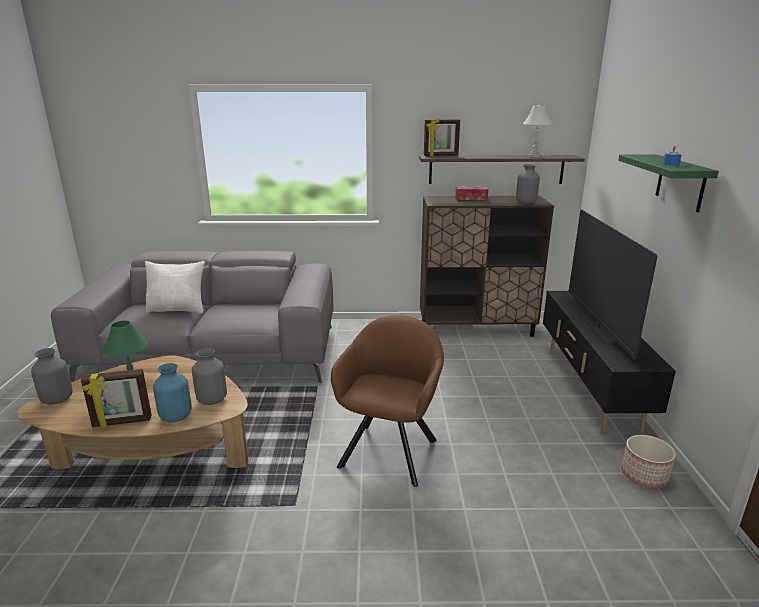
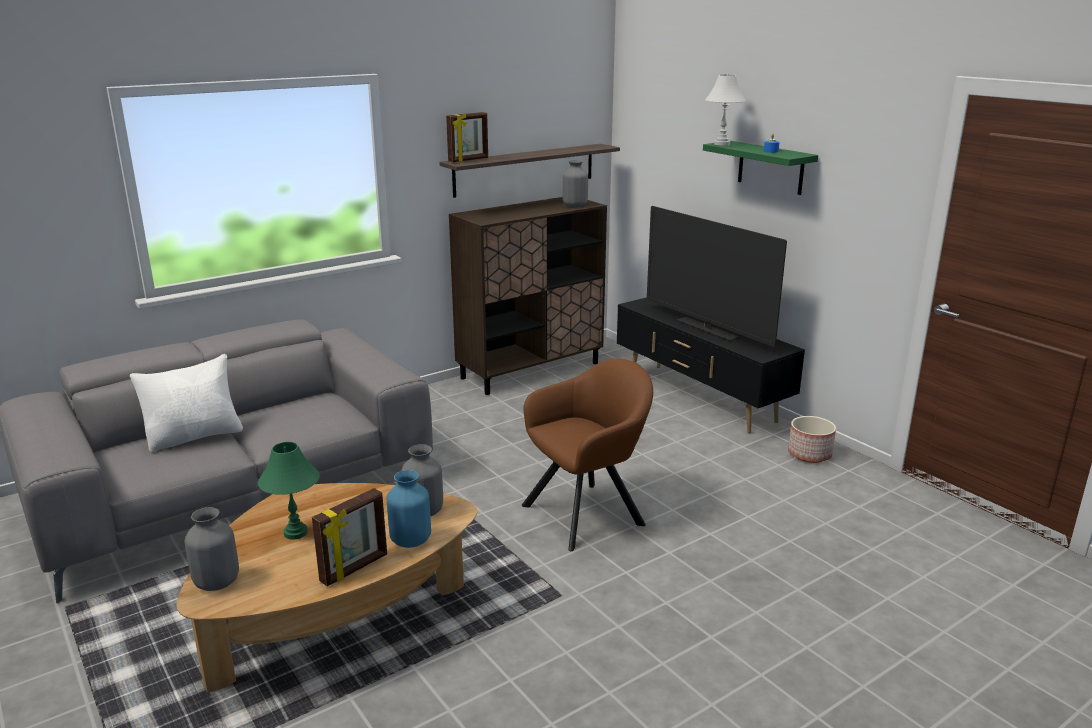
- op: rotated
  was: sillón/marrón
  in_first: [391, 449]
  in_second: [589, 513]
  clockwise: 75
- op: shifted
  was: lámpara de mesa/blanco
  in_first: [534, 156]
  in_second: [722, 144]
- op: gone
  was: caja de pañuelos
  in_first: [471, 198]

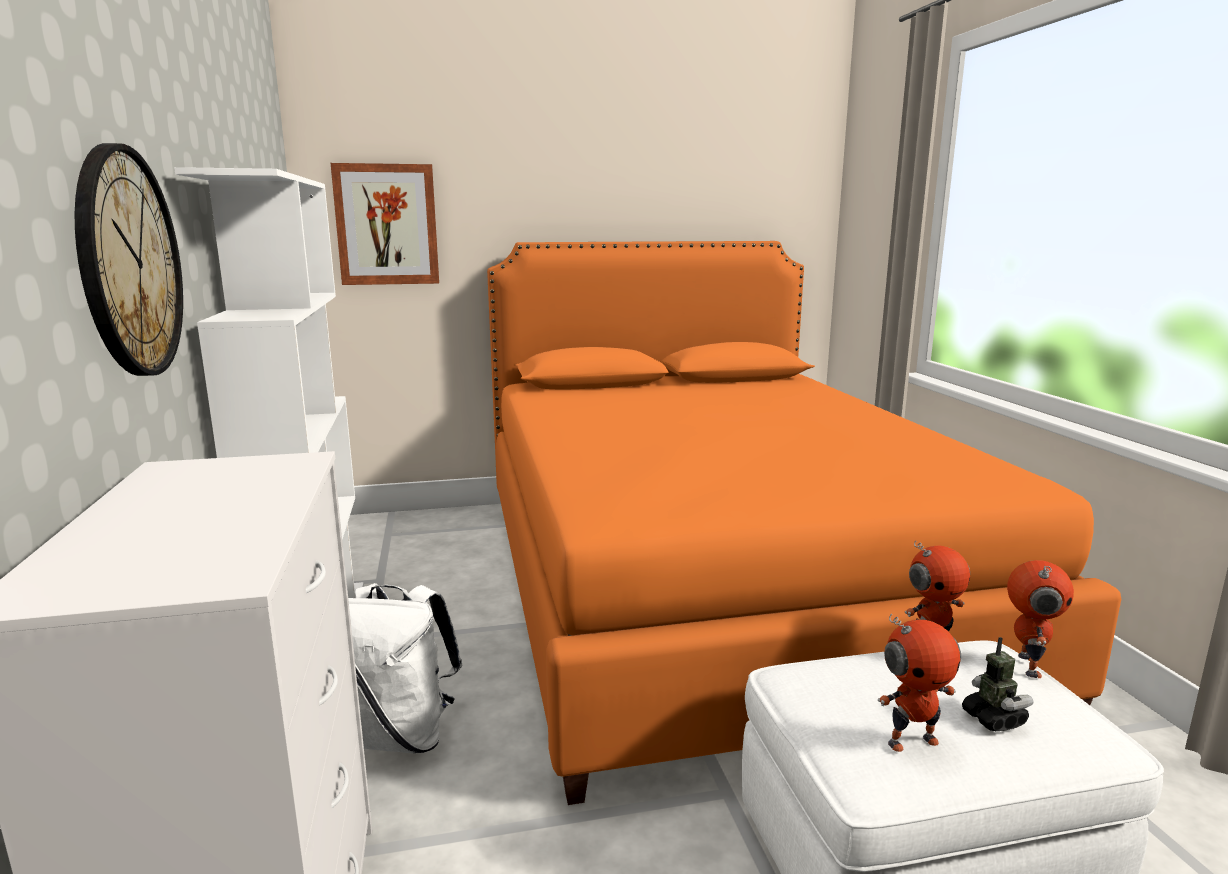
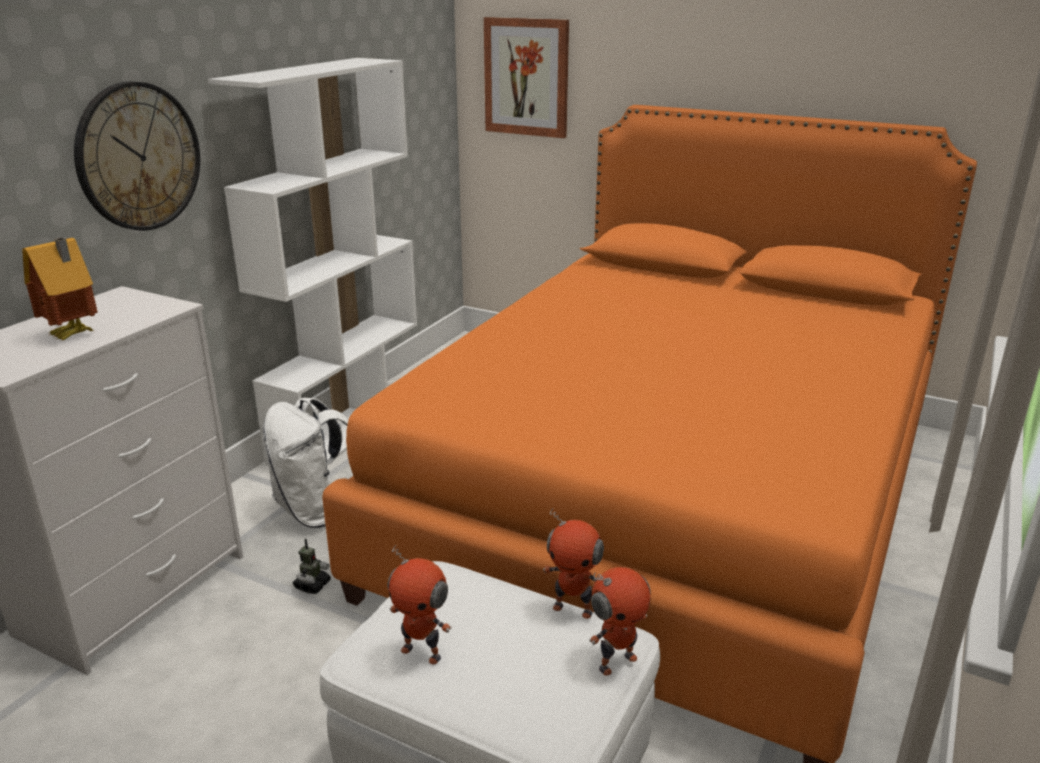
- op: new
  now: casita
  in_second: [73, 335]
- op: shifted
  was: robot de juguete
  in_first: [993, 719]
  in_second: [312, 585]

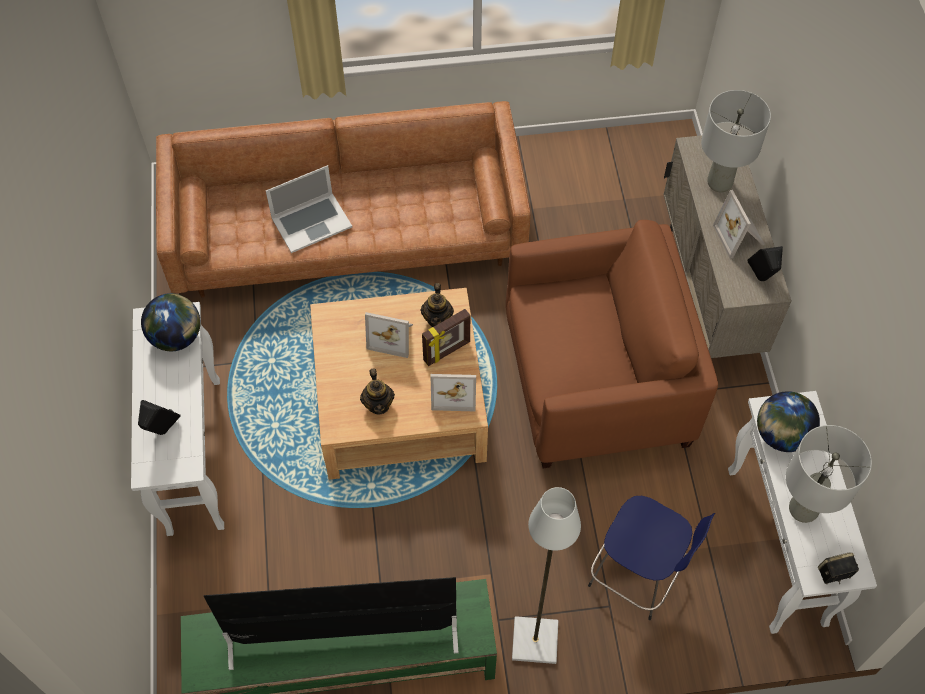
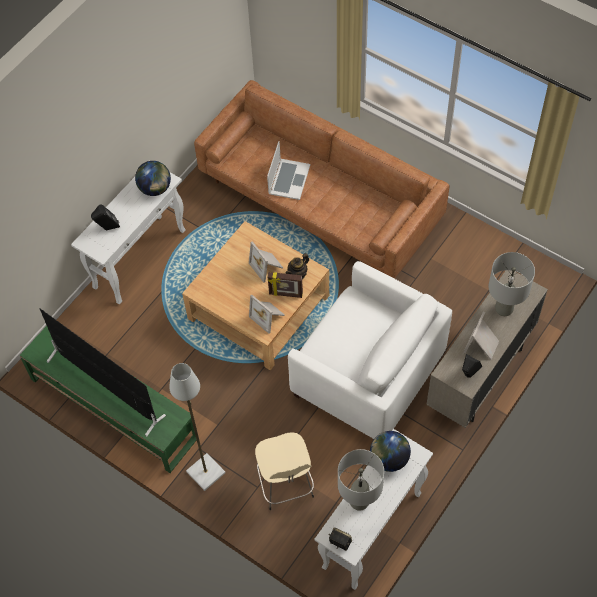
- op: repainted
  was: taburete/azul
  now: taburete/beis
  in_first: [637, 576]
  in_second: [285, 485]
- op: rotated
  was: portátil
  in_first: [311, 222]
  in_second: [289, 179]
  clockwise: -90
- op: repainted
  was: sillón/marrón
  now: sillón/blanco
  in_first: [596, 382]
  in_second: [367, 375]
- op: gone
  was: tetera
  in_first: [378, 404]

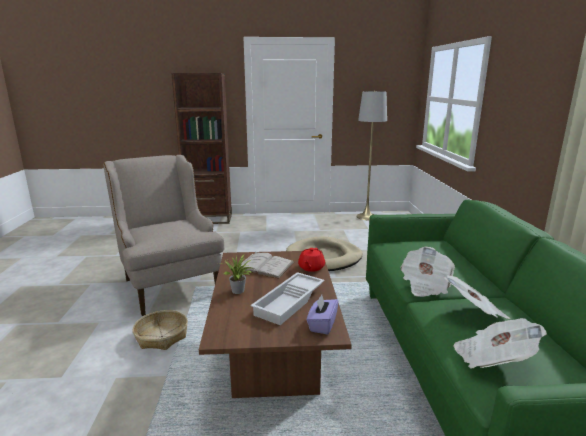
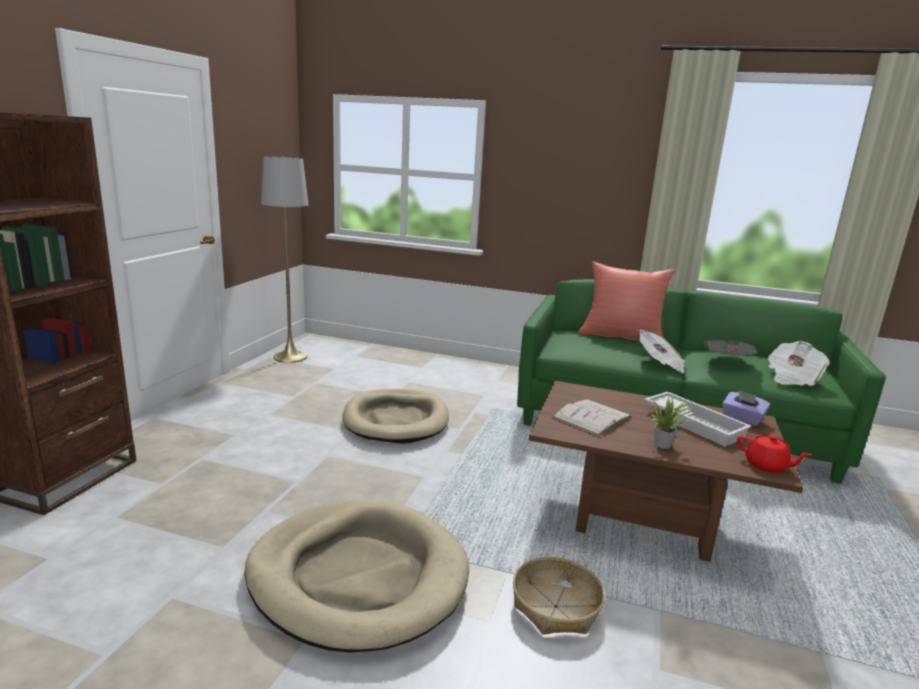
- op: swapped
  was: sillón/beis
  now: cama para perro/beis
  in_first: [169, 282]
  in_second: [358, 577]
- op: new
  now: cojín/rojo
  in_second: [621, 337]
- op: shifted
  was: tetera/rojo
  in_first: [311, 268]
  in_second: [767, 466]

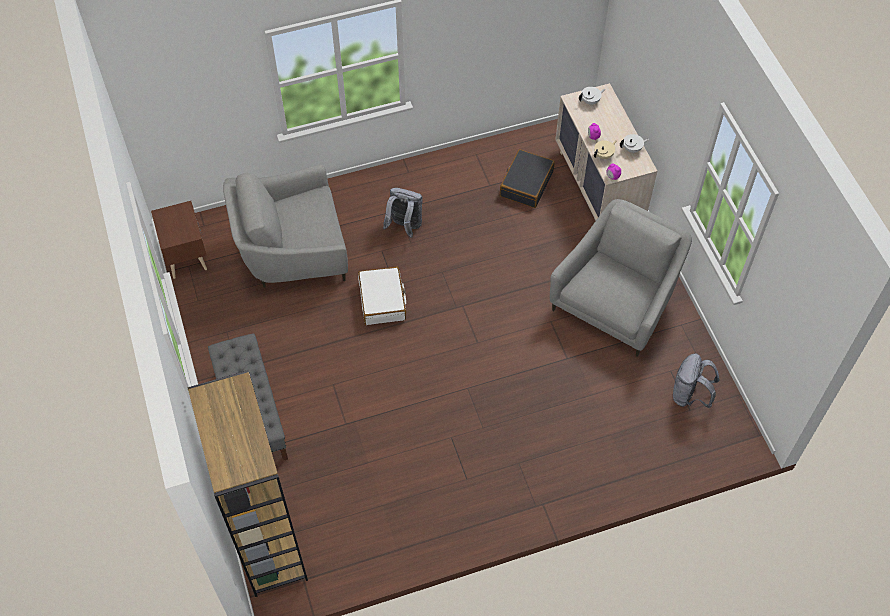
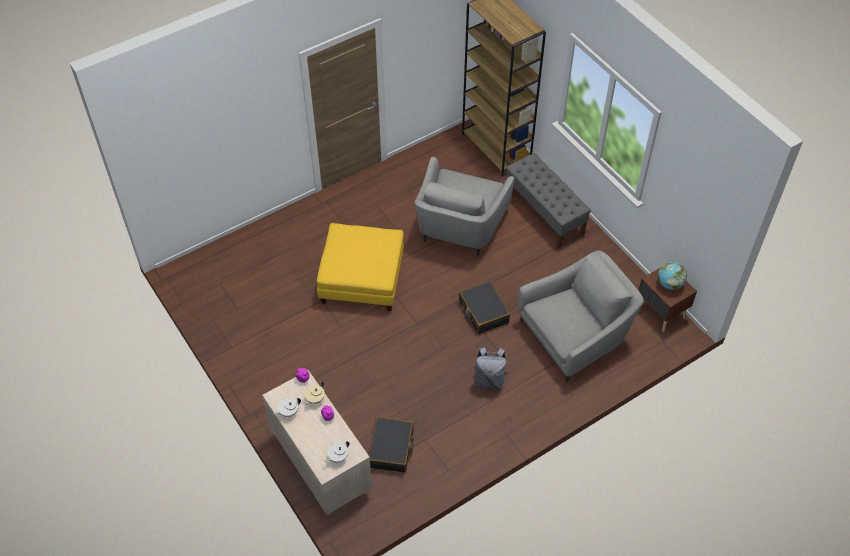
- op: new
  now: puf/amarillo
  in_second: [361, 279]
- op: shifted
  was: sillón/gris
  in_first: [616, 301]
  in_second: [459, 227]
- op: repainted
  was: maleta/blanco
  now: maleta/negro
  in_first: [382, 301]
  in_second: [483, 312]
- op: new
  now: globo terráqueo
  in_second: [669, 284]
- op: gone
  was: mochila/gris
  in_first: [689, 395]

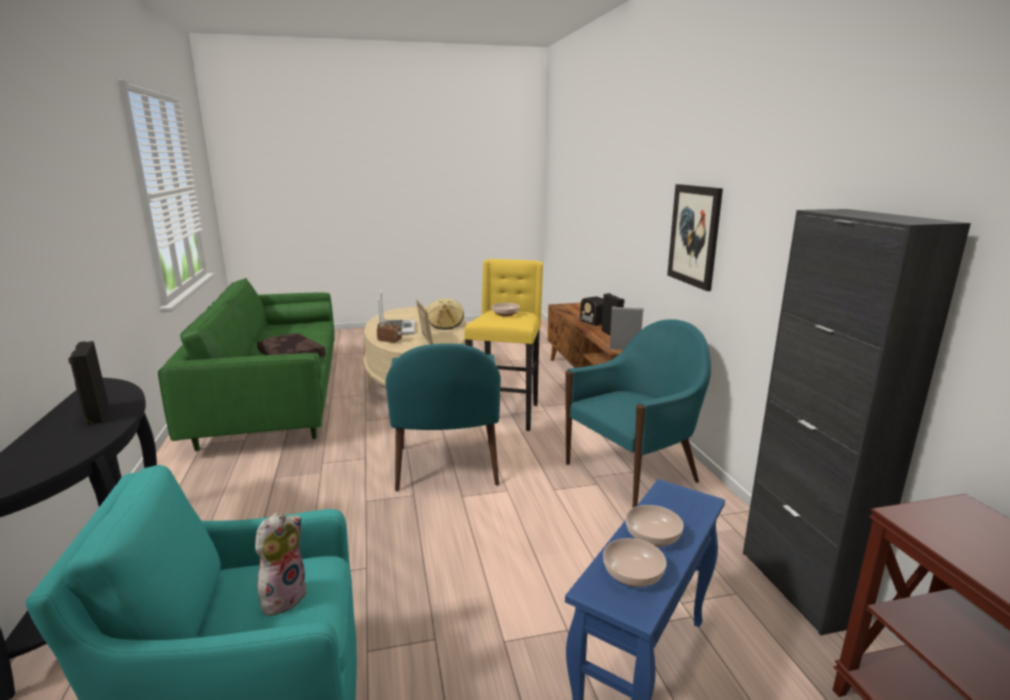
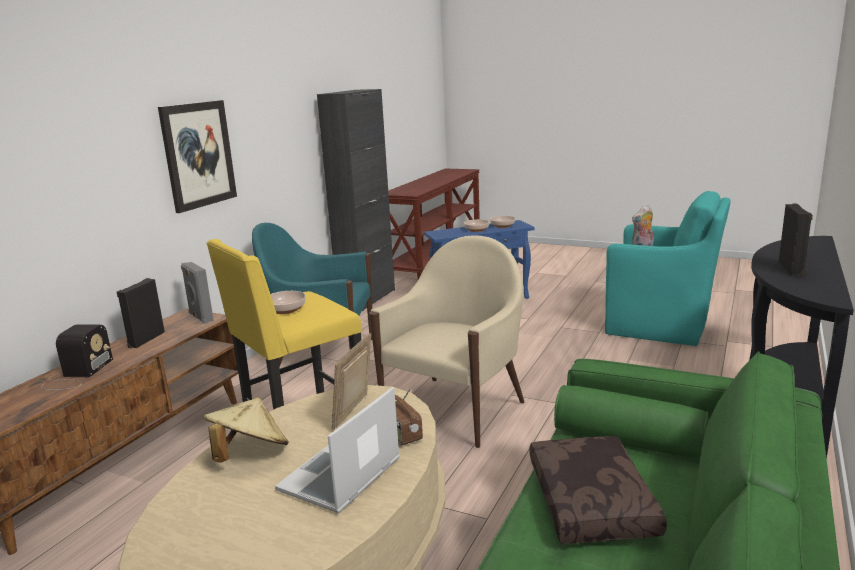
- op: repainted
  was: sillón/turquesa
  now: sillón/beis
  in_first: [446, 467]
  in_second: [456, 409]

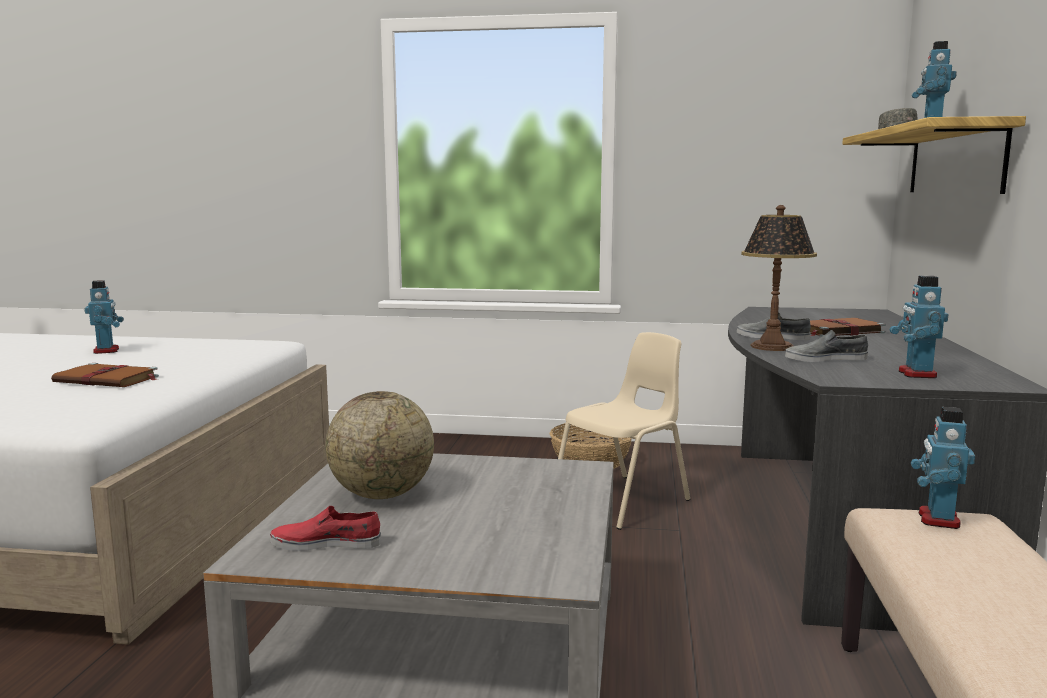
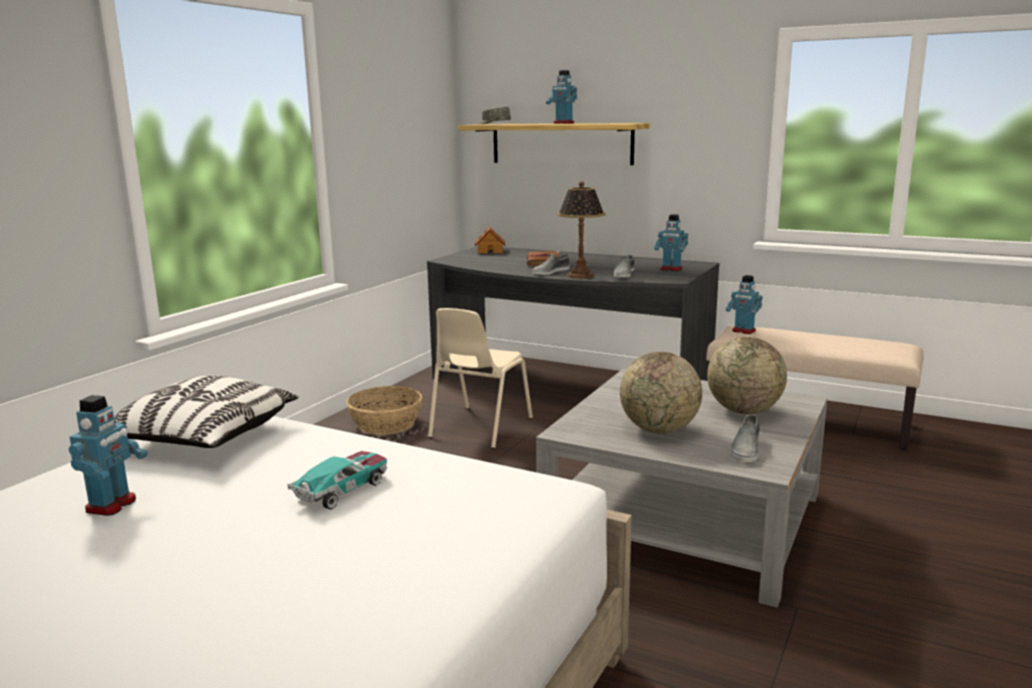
- op: rotated
  was: robot de juguete
  in_first: [107, 351]
  in_second: [112, 505]
  clockwise: 105
- op: new
  now: cojín
  in_second: [203, 438]
- op: swapped
  was: libro/marrón
  now: coche de juguete
  in_first: [108, 380]
  in_second: [342, 489]
- op: rotated
  was: silla/beis
  in_first: [623, 500]
  in_second: [479, 428]
  clockwise: -135
- op: new
  now: casita
  in_second: [490, 251]
- op: new
  now: globo terráqueo
  in_second: [744, 410]
- op: repainted
  was: zapato/rojo
  now: zapato/gris
  in_first: [326, 543]
  in_second: [745, 449]

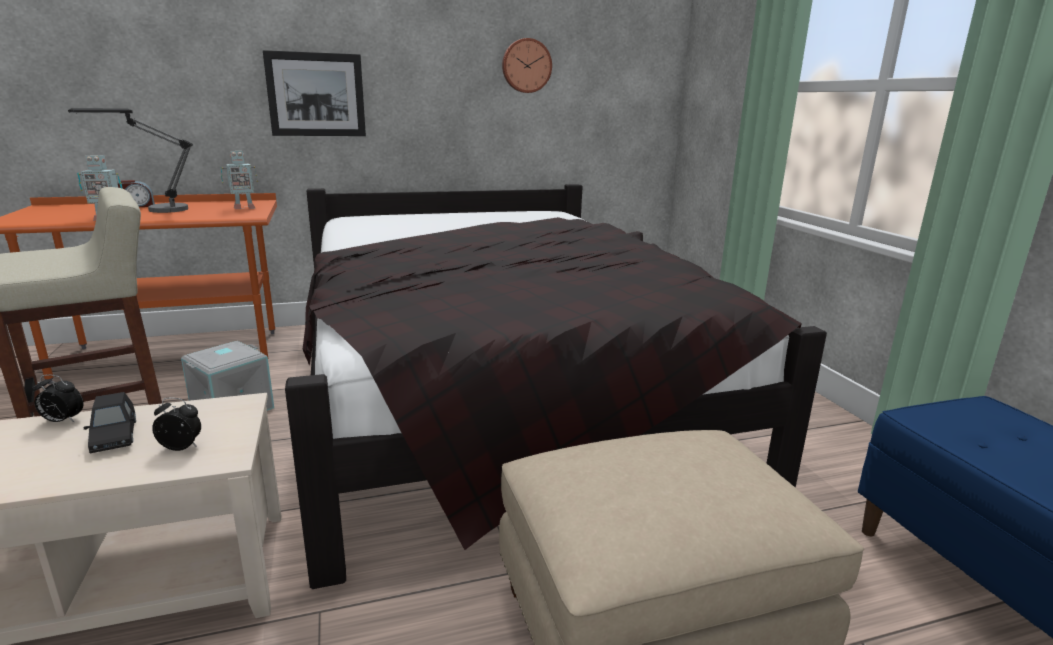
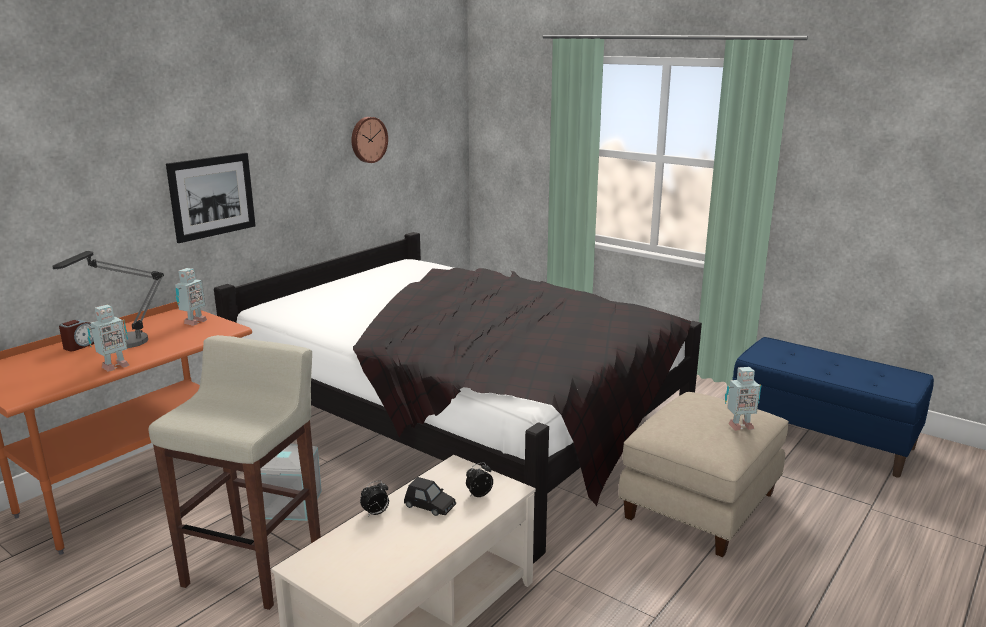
- op: new
  now: robot de juguete
  in_second: [739, 426]

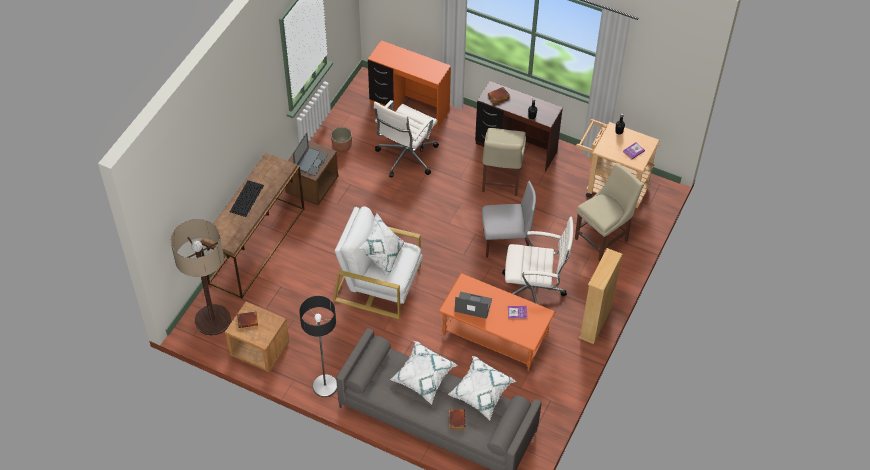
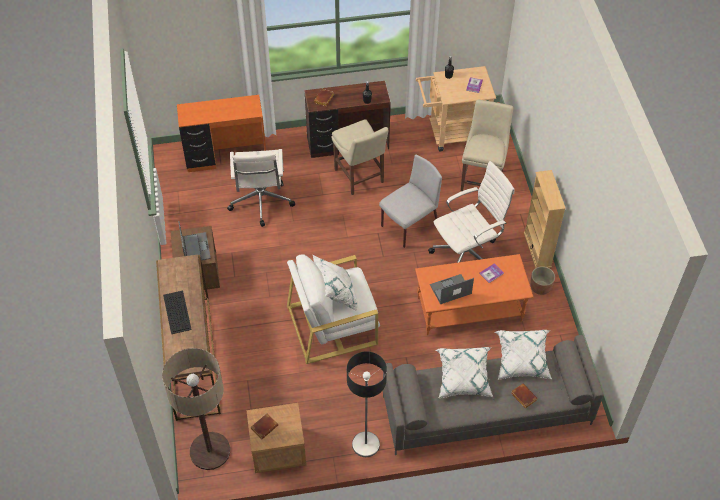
- op: shifted
  was: maceta
  in_first: [342, 146]
  in_second: [540, 287]

